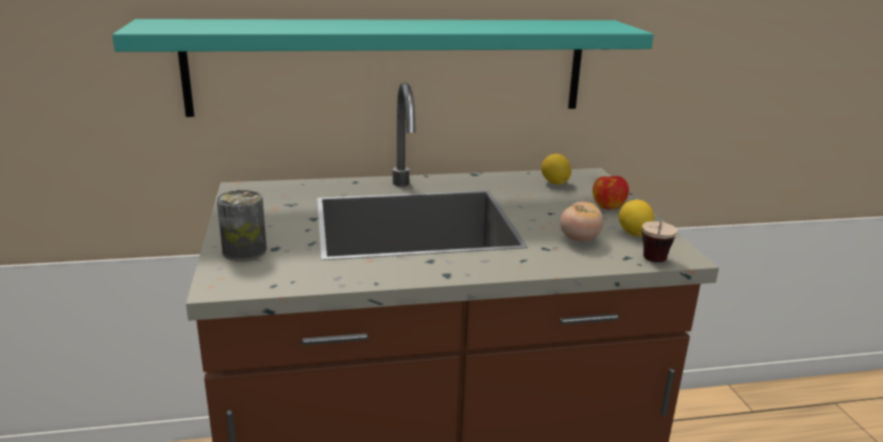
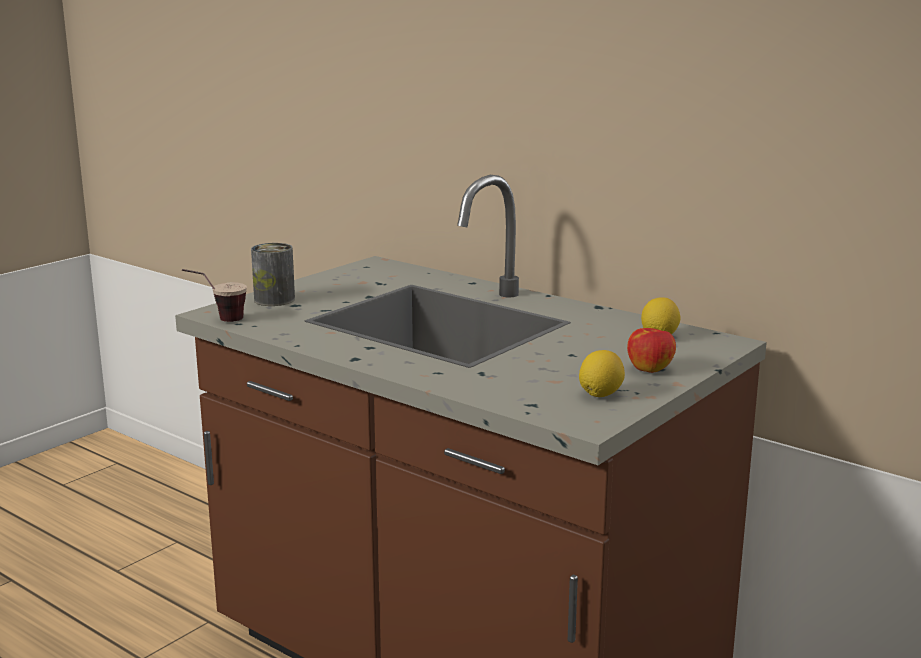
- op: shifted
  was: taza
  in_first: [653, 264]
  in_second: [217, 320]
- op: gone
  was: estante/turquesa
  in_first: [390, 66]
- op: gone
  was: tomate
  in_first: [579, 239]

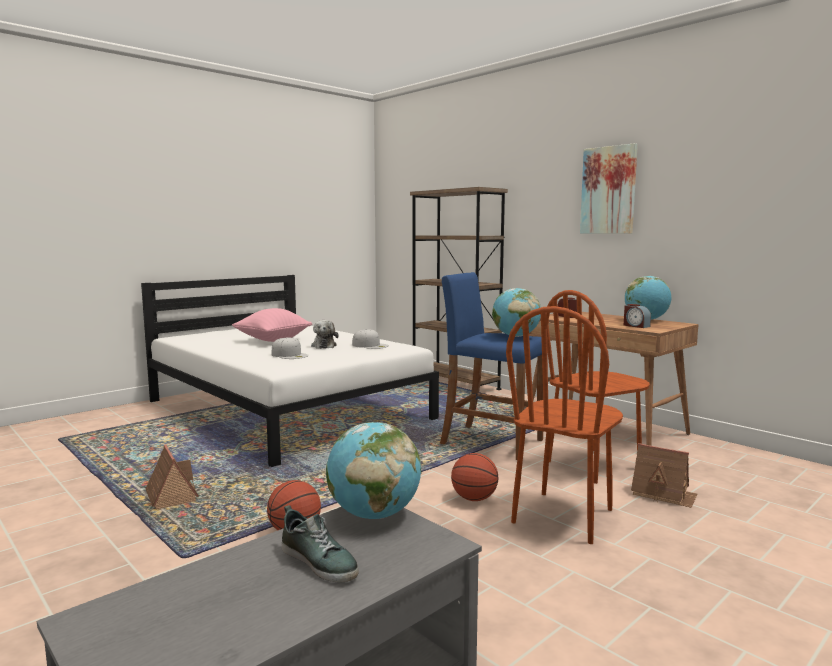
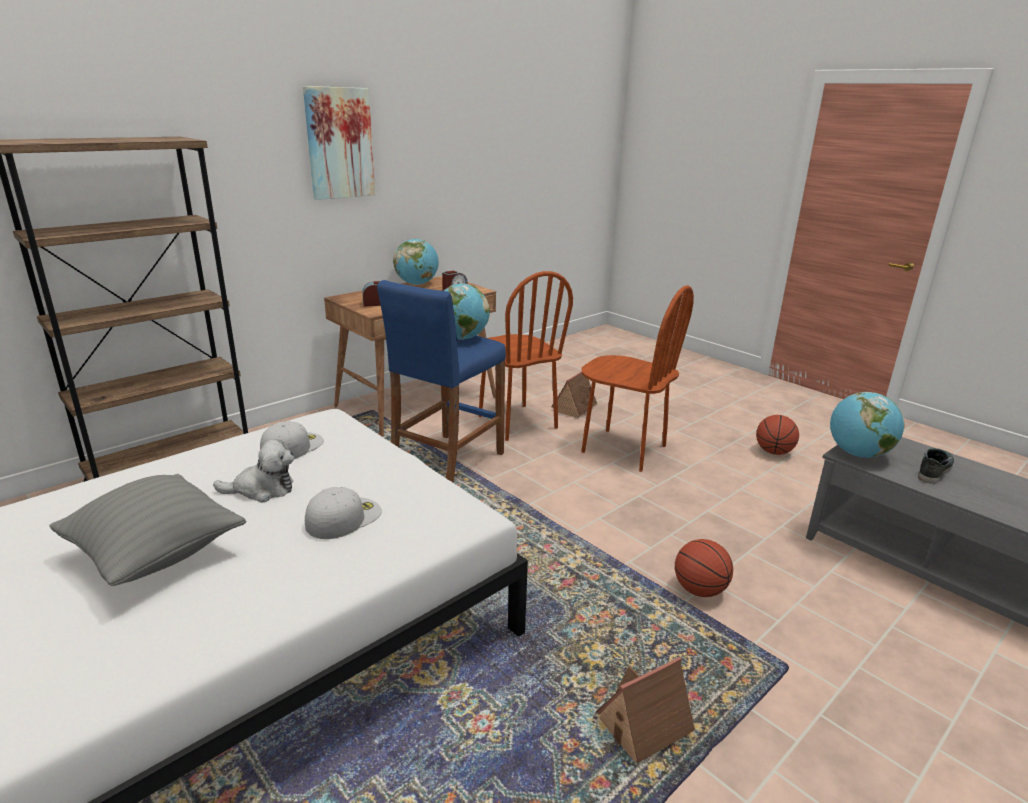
- op: repainted
  was: cojín/rosa
  now: cojín/gris
  in_first: [273, 340]
  in_second: [156, 554]
- op: shifted
  was: balón de baloncesto
  in_first: [474, 499]
  in_second: [773, 452]

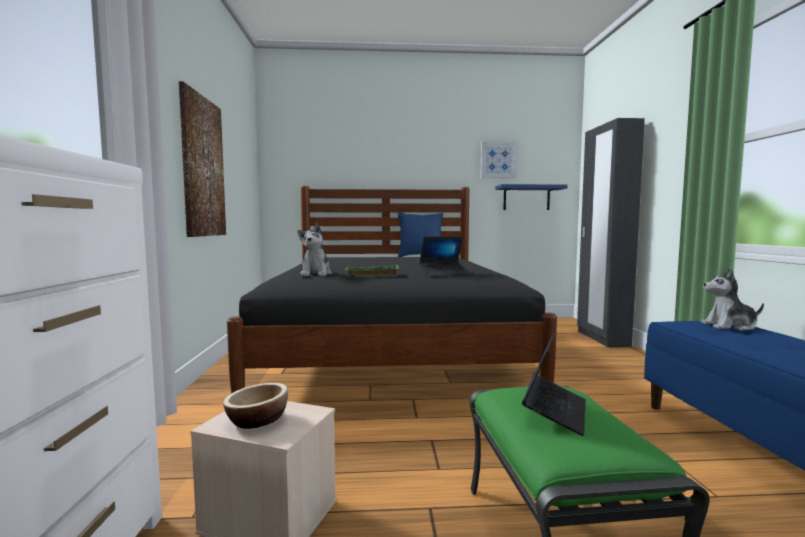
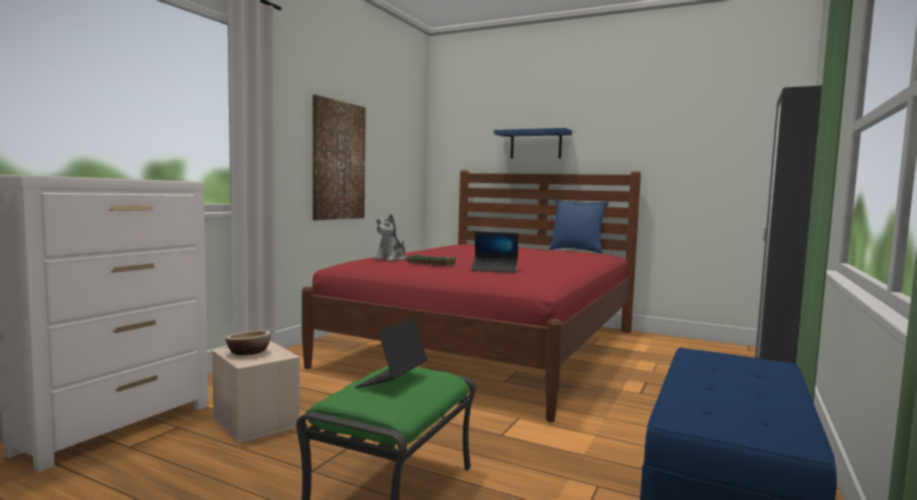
- op: repainted
  was: cama/negro
  now: cama/rojo
  in_first: [389, 353]
  in_second: [490, 348]
- op: rotated
  was: portátil
  in_first: [555, 411]
  in_second: [392, 381]
  clockwise: 150
- op: shifted
  was: estante/azul
  in_first: [526, 198]
  in_second: [535, 145]
- op: gone
  was: cuadro
  in_first: [498, 160]
- op: gone
  was: peluche
  in_first: [730, 326]

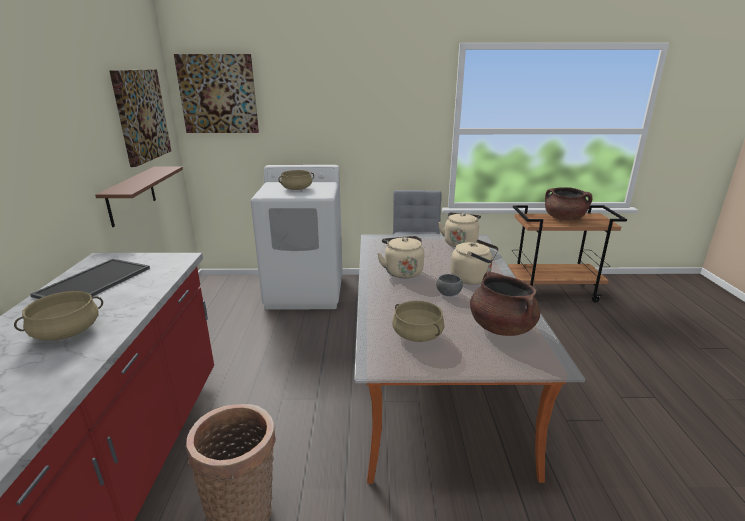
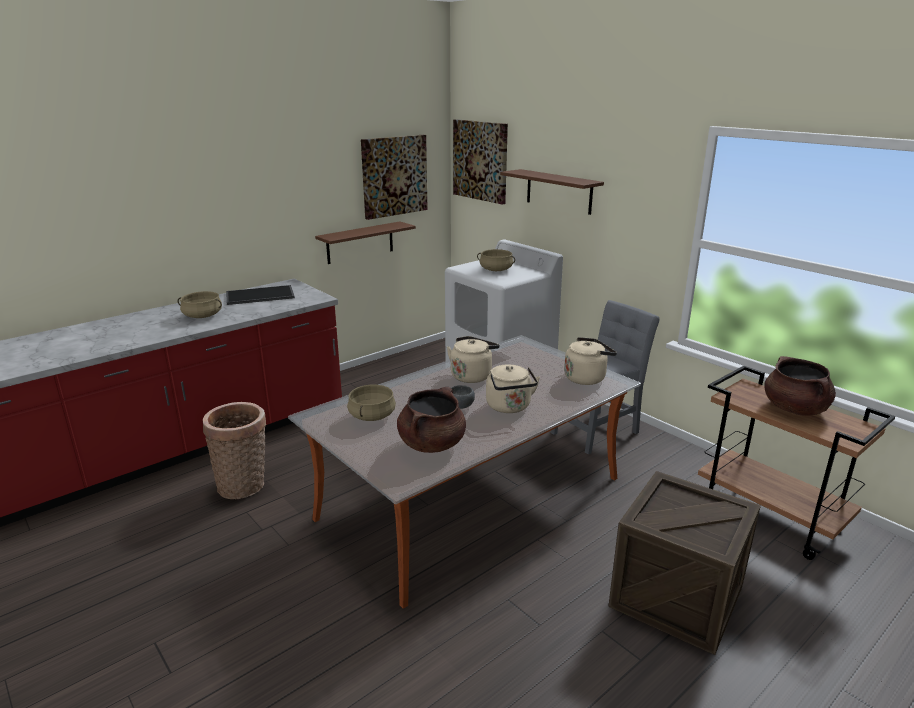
- op: new
  now: estante/marrón
  in_second: [559, 191]
- op: new
  now: caja de embalaje
  in_second: [676, 596]

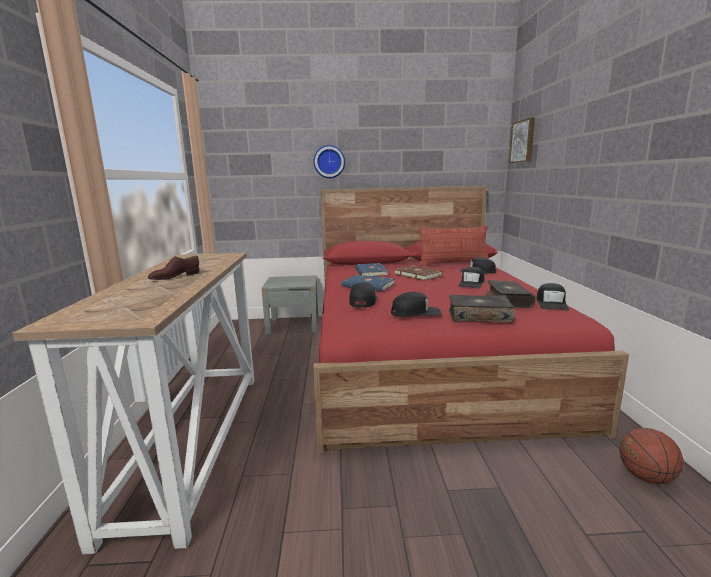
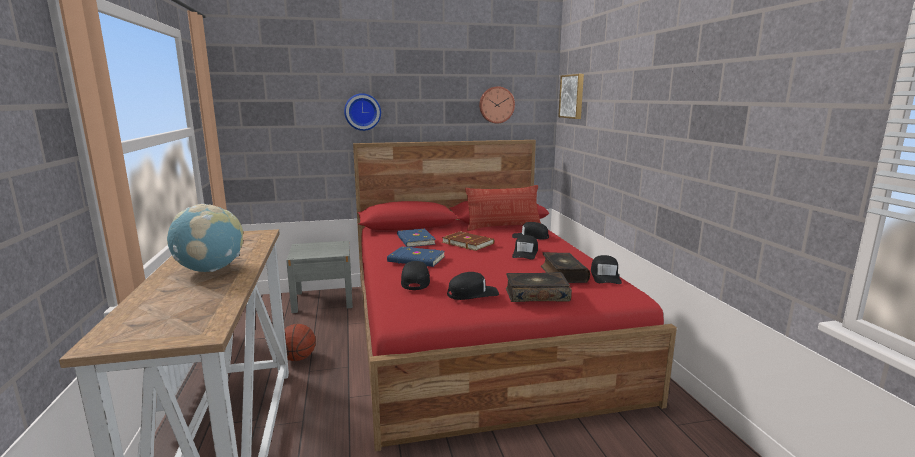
- op: swapped
  was: zapato/marrón
  now: globo terráqueo
  in_first: [175, 277]
  in_second: [210, 270]
- op: shifted
  was: balón de baloncesto
  in_first: [645, 477]
  in_second: [298, 358]
- op: new
  now: reloj de pared
  in_second: [496, 105]

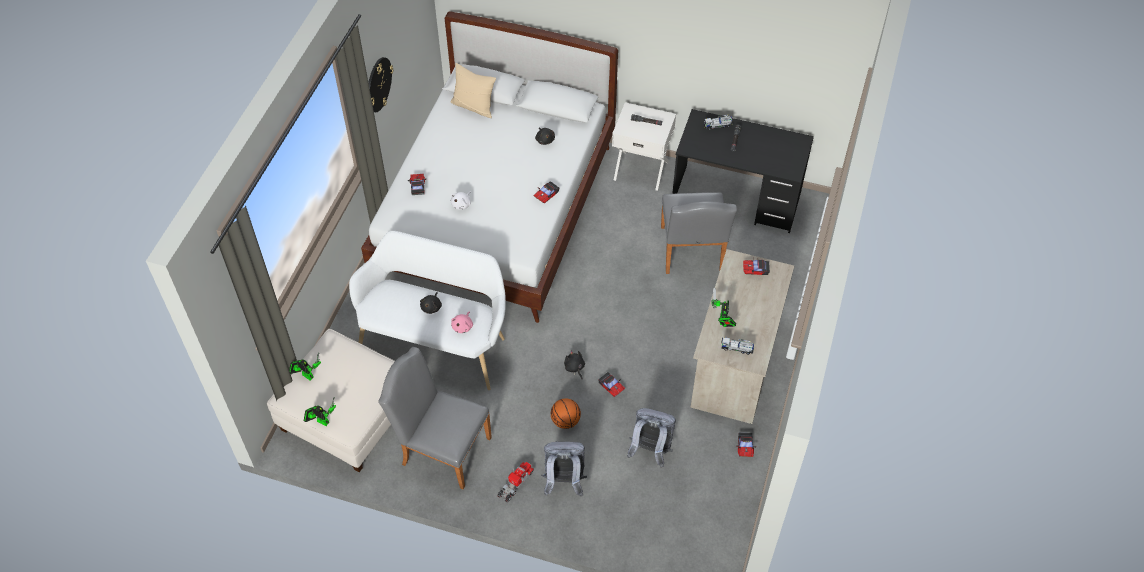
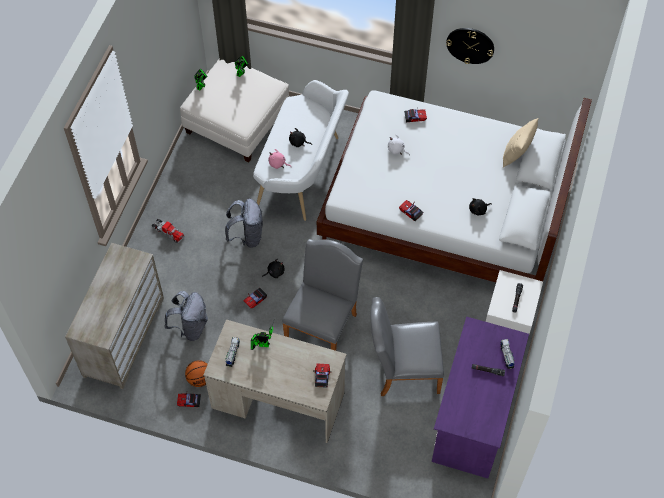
- op: new
  now: cómoda/beis
  in_second: [123, 336]
- op: shifted
  was: balón de baloncesto
  in_first: [565, 421]
  in_second: [199, 379]
- op: shifted
  was: mochila/gris
  in_first: [564, 482]
  in_second: [247, 236]
- op: shifted
  was: silla/gris
  in_first: [441, 448]
  in_second: [323, 324]
- op: repainted
  was: escritorio/negro
  now: escritorio/morado
  in_first: [736, 199]
  in_second: [474, 415]

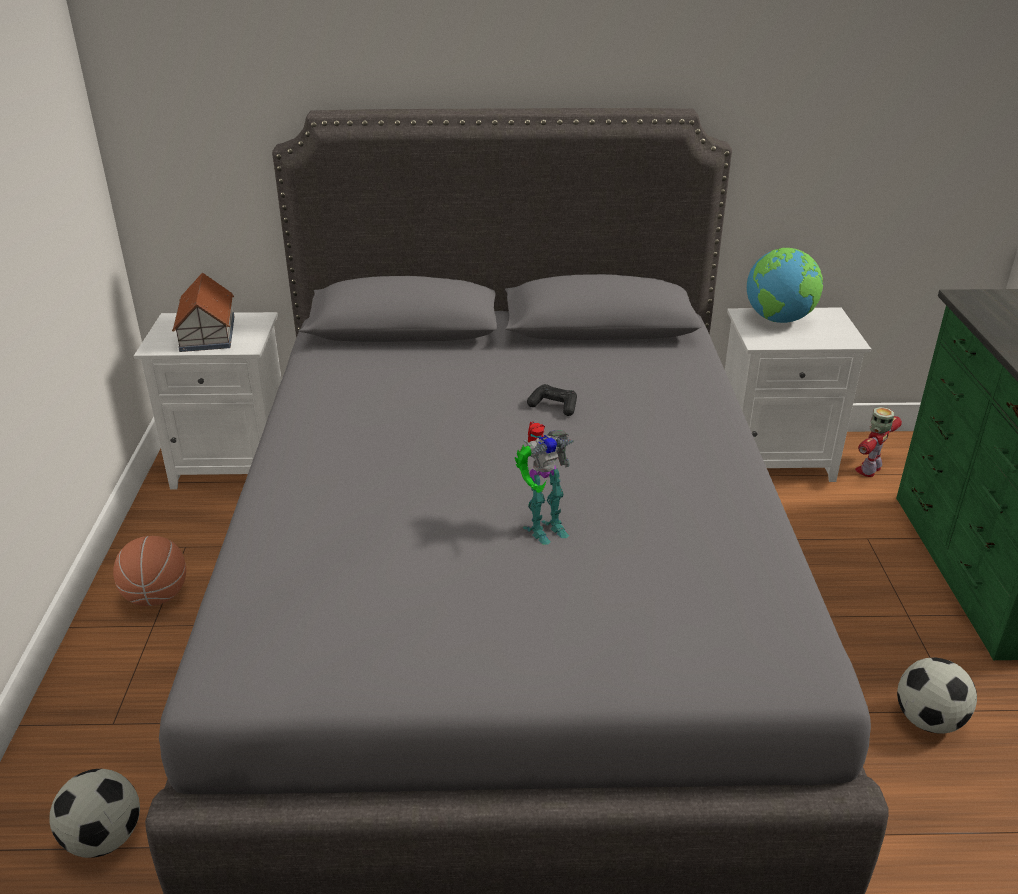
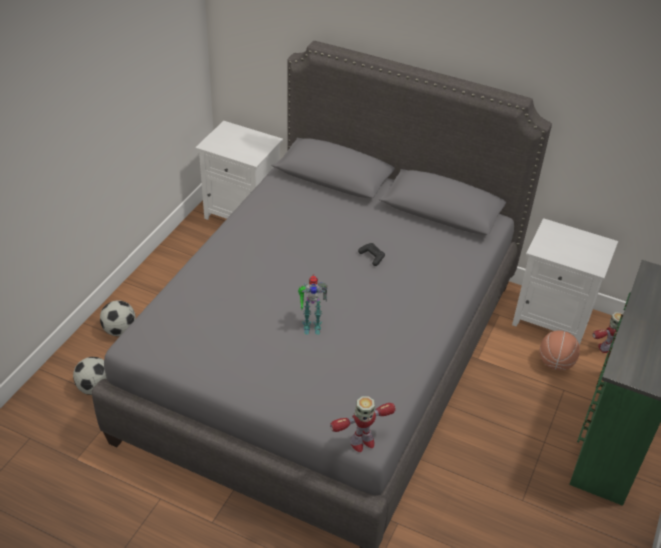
- op: shifted
  was: balón de fútbol
  in_first: [928, 720]
  in_second: [120, 330]
- op: new
  now: robot de juguete
  in_second: [361, 442]
- op: shifted
  was: balón de baloncesto
  in_first: [156, 596]
  in_second: [555, 363]
- op: gone
  was: casita
  in_first: [207, 333]
- op: gone
  was: globo terráqueo
  in_first: [779, 320]

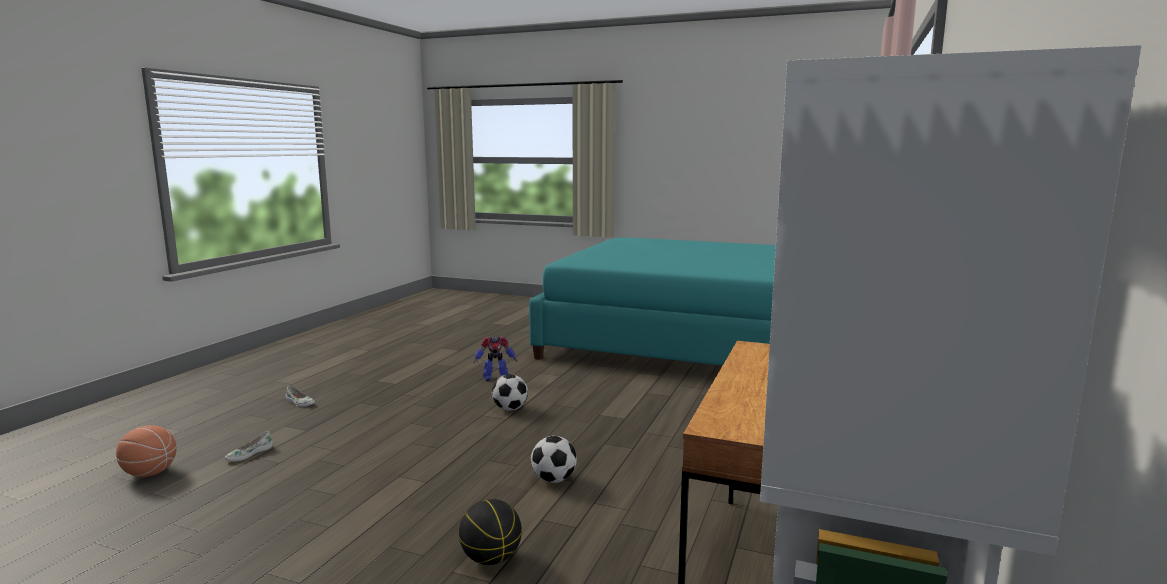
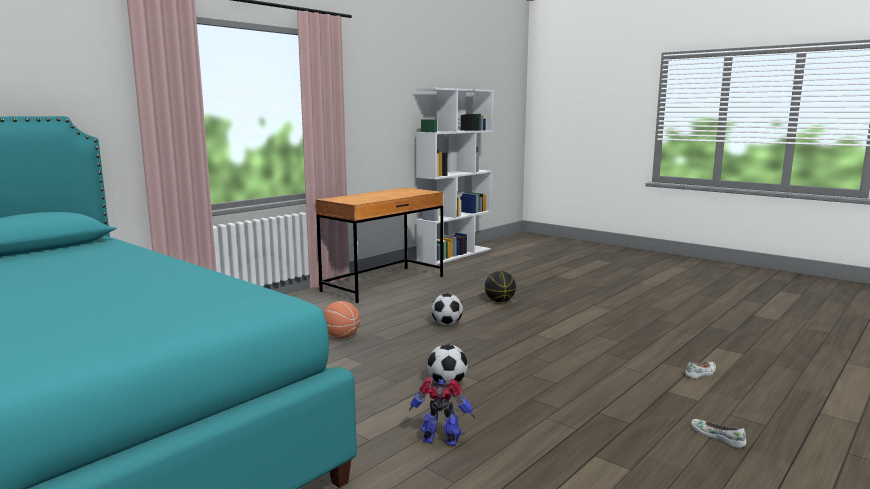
- op: shifted
  was: balón de baloncesto
  in_first: [150, 473]
  in_second: [341, 337]

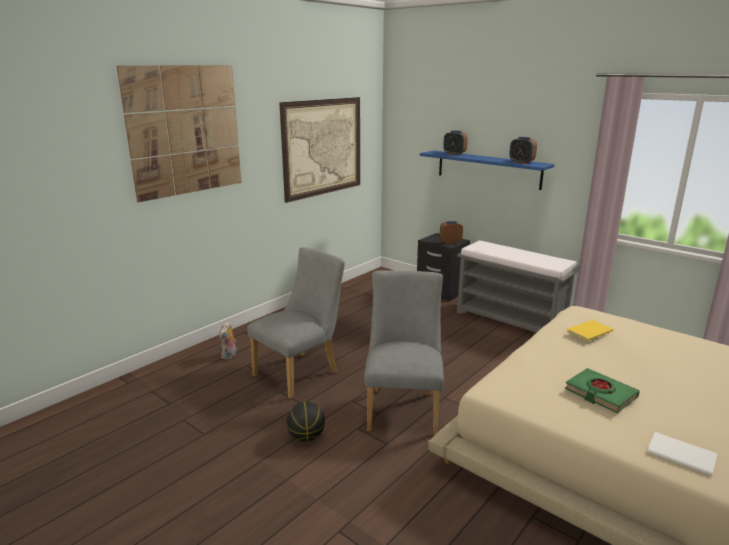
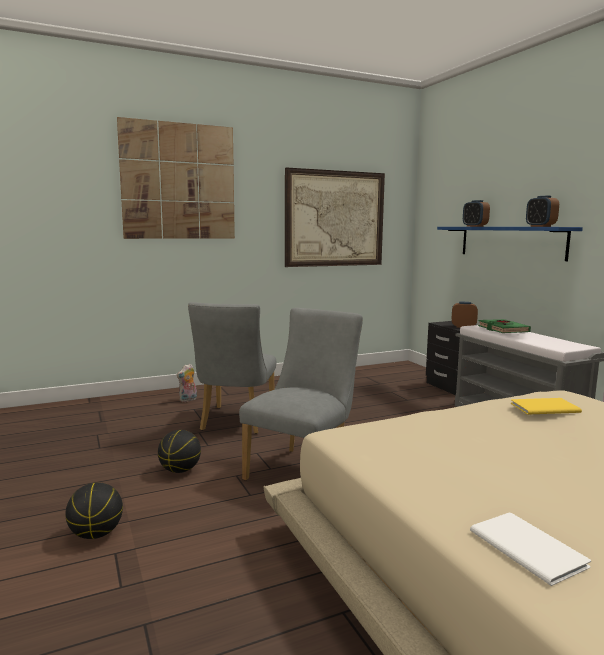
- op: new
  now: balón de baloncesto
  in_second: [96, 534]
- op: rotated
  was: silla/gris
  in_first: [301, 372]
  in_second: [235, 422]
  clockwise: 120
- op: shifted
  was: libro/verde
  in_first: [600, 394]
  in_second: [503, 329]

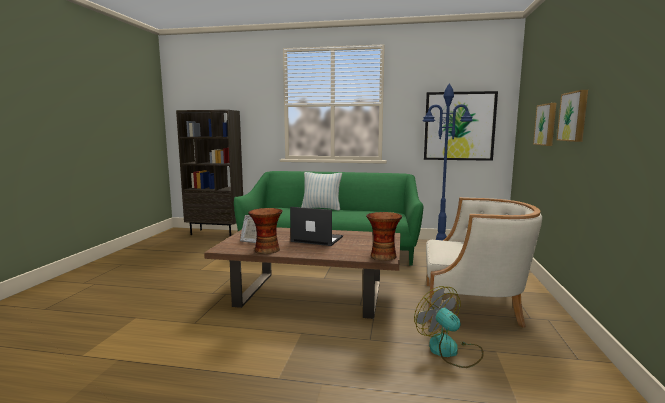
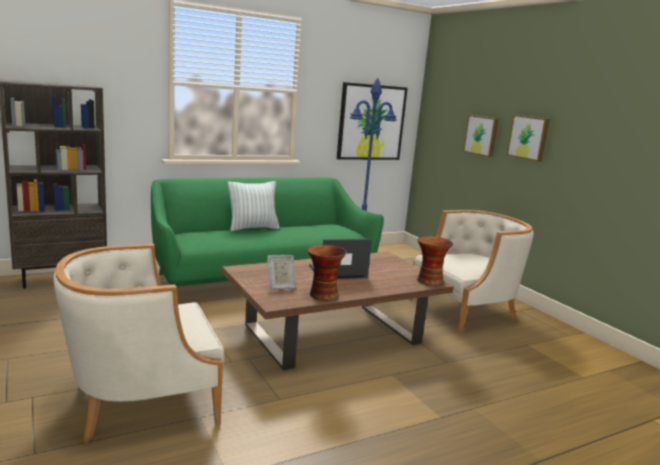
- op: new
  now: sillón/beis
  in_second: [142, 400]
- op: gone
  was: ventilador
  in_first: [450, 351]

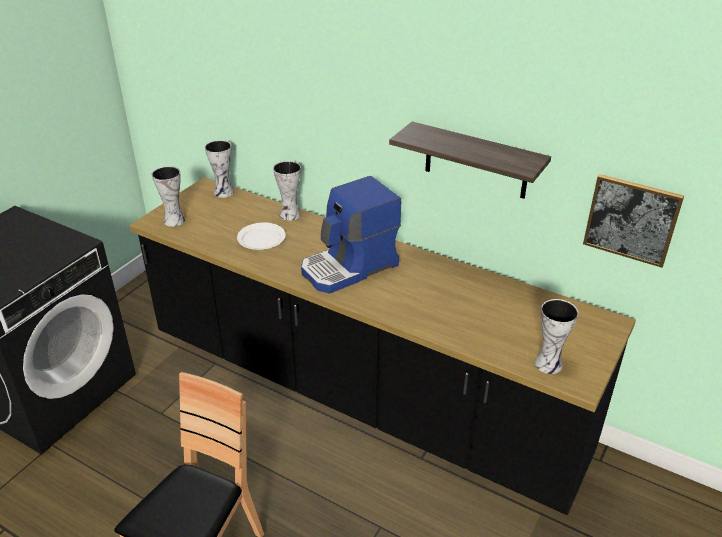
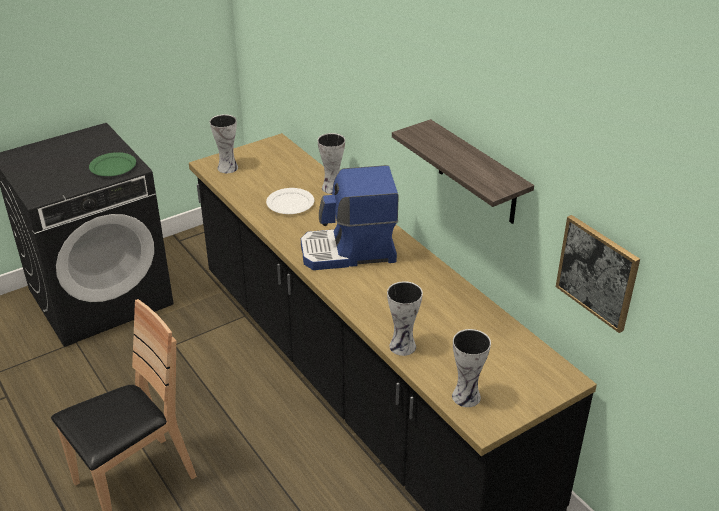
- op: new
  now: plato/verde
  in_second: [113, 167]
- op: shifted
  was: florero
  in_first: [225, 192]
  in_second: [404, 346]

